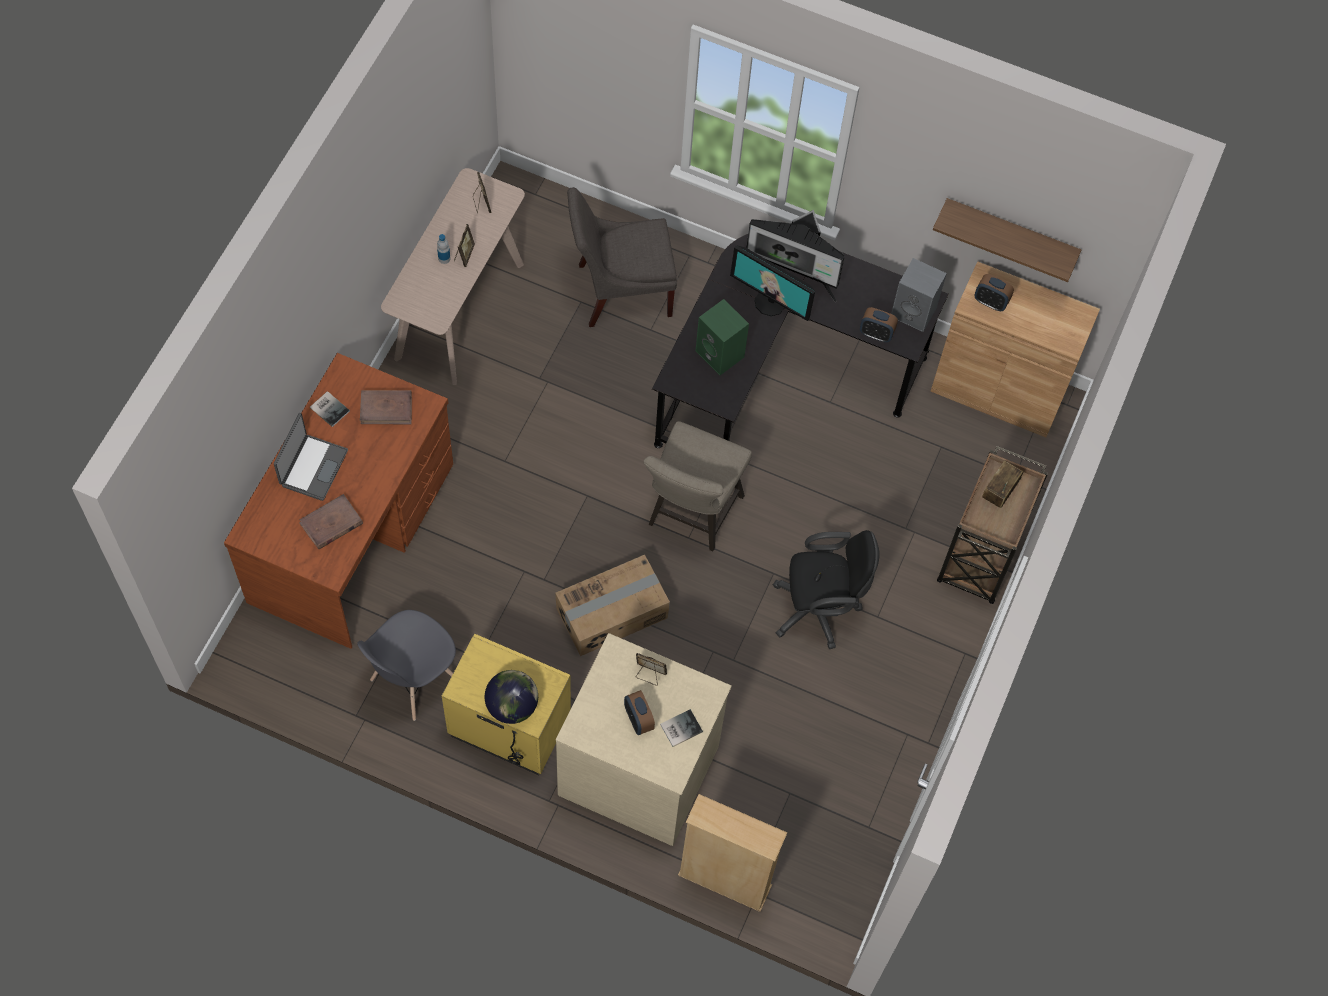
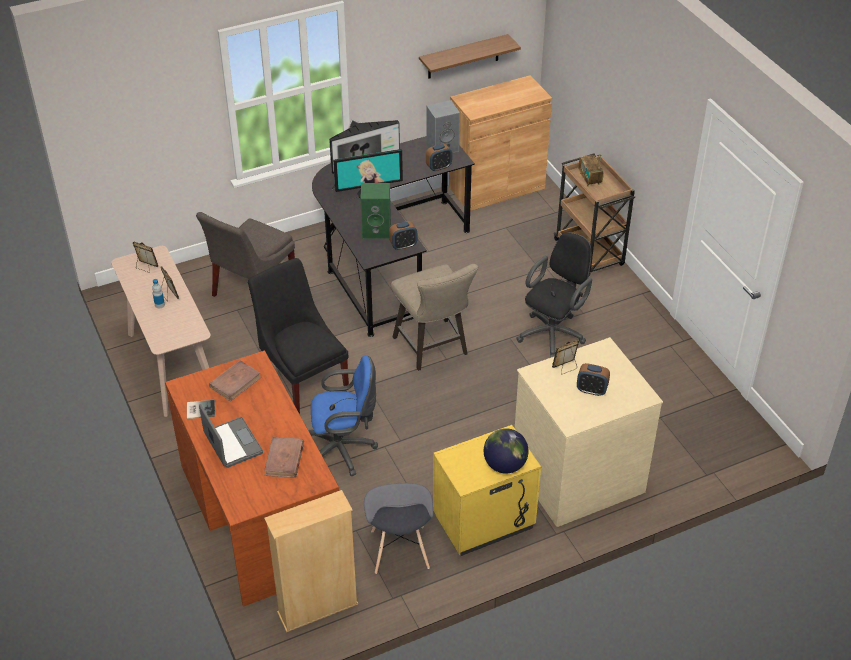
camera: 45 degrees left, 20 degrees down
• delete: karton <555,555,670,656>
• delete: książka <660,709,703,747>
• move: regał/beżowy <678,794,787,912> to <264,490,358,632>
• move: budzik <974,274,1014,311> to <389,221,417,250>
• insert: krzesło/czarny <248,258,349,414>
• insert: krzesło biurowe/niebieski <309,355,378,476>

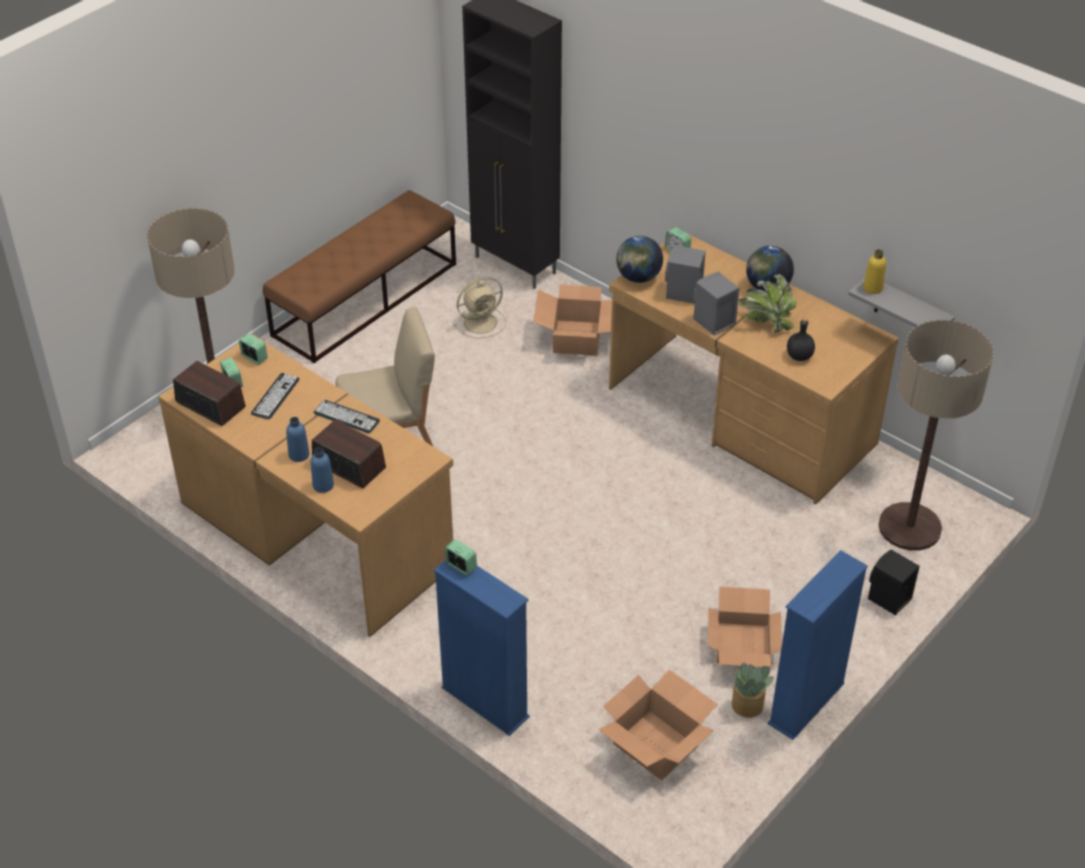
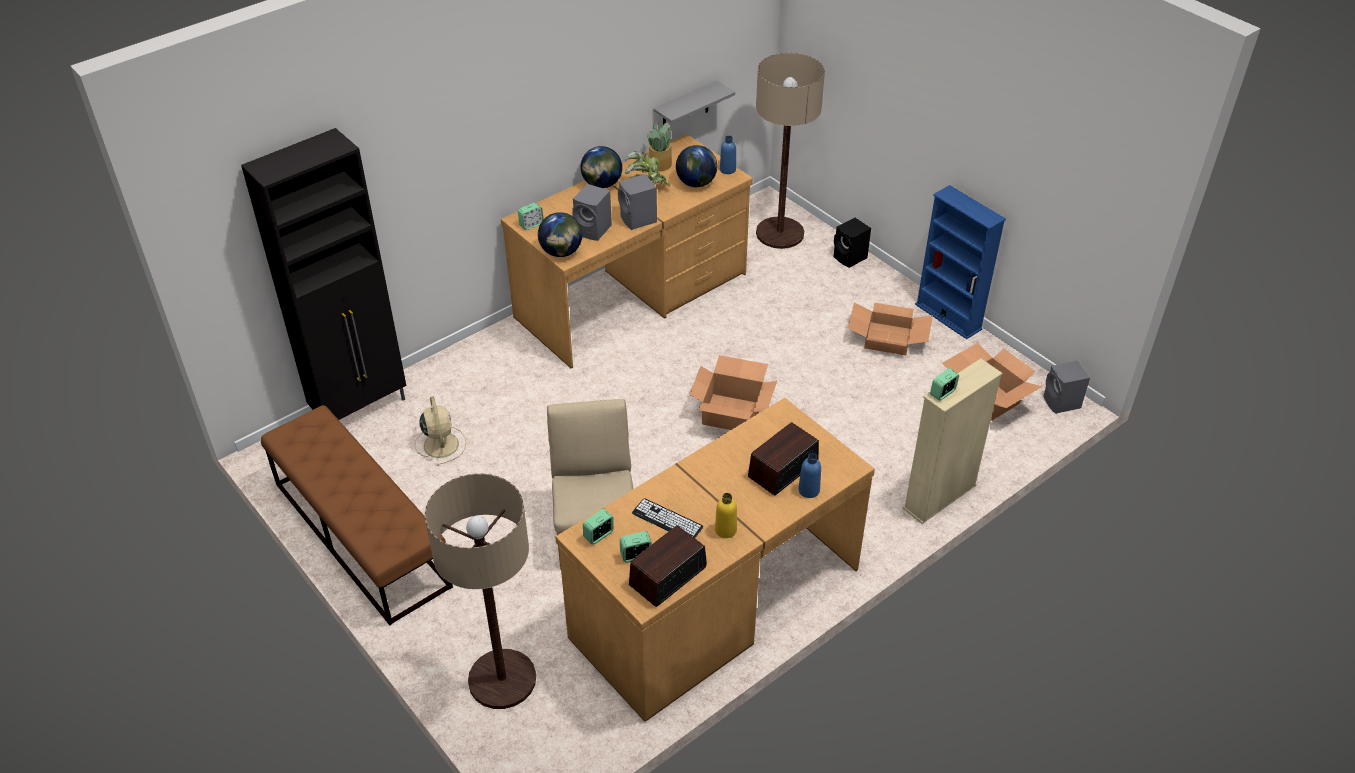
camera: 80 degrees left, 0 degrees up
• move: butelka/niebieski <286,417,310,462> to <720,135,736,174>
• delete: klawiatura <313,400,380,434>
• recolor: regał/niebieski <434,560,530,736> to regał/beżowy <902,358,1003,524>
• move: karton <533,285,612,356> to <689,355,777,430>
• move: roślina doniczkowa <732,663,774,717> to <647,123,672,171>
• replace: butelka/czarny <787,318,815,361> to globus <676,145,717,187>
• move: butelka/żółty <863,249,886,294> to <715,493,737,538>
• insert: głośnik/szary <1043,361,1090,414>

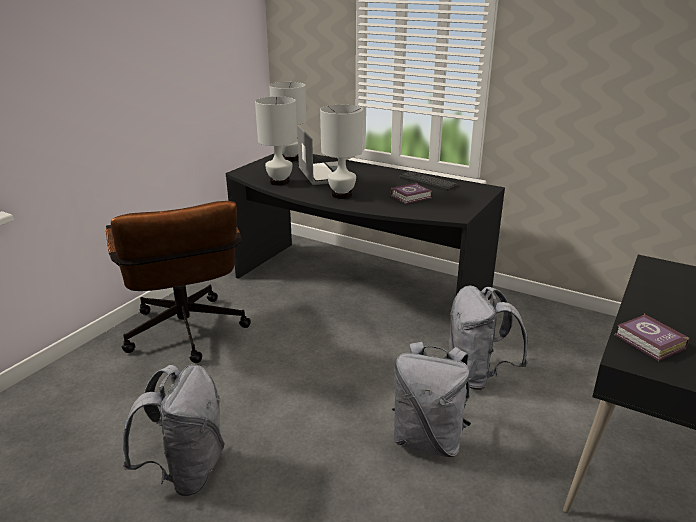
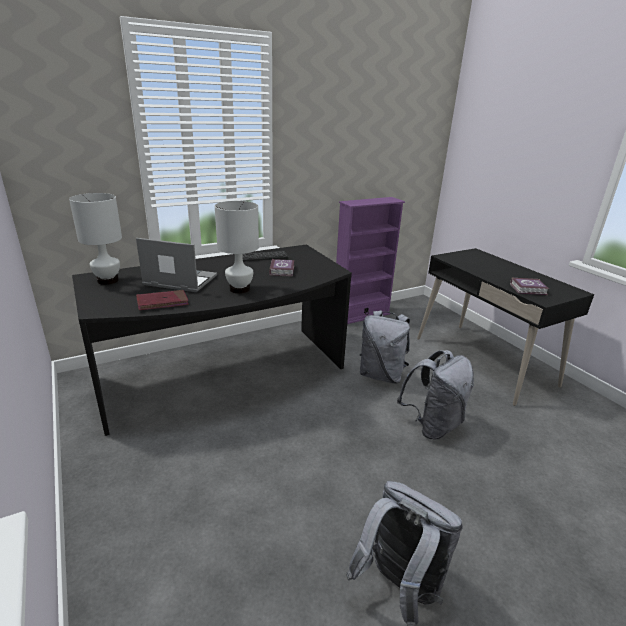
camera: 60 degrees left, 0 degrees up
• delete: krzesło biurowe/brązowy <106,201,251,363>
• replace: lampa stołowa/biały <255,96,297,186> to książka/czerwony <136,290,189,310>
• insert: regał/fioletowy <336,197,405,324>

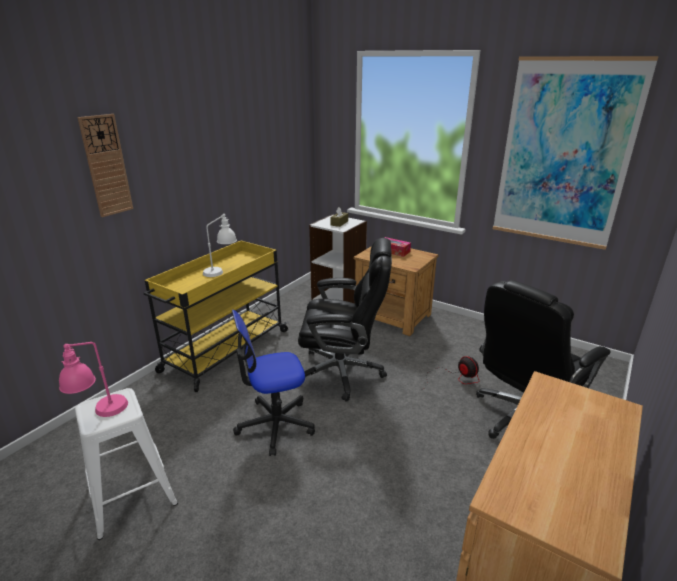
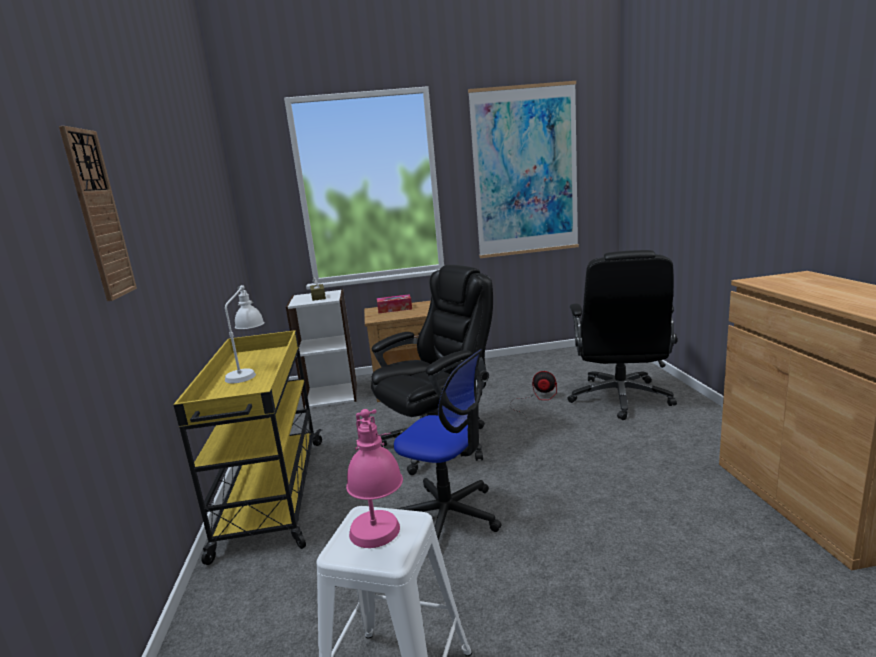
camera: 40 degrees left, 10 degrees down
• rotate: krzesło biurowe <232,310,315,456> = <394,349,502,540> 90 degrees counterclockwise

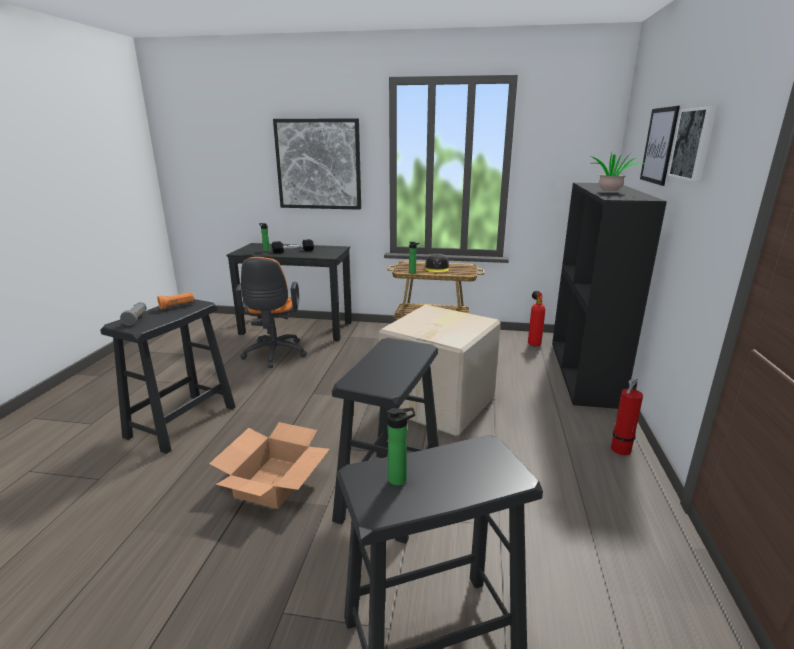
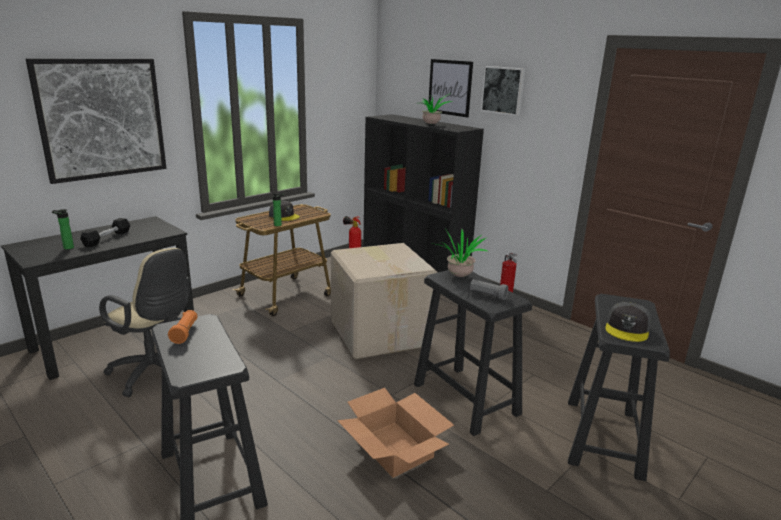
camera: 55 degrees left, 0 degrees up
• move: latarka/szary <120,302,147,326> to <470,279,508,300>
• recolor: krzesło biurowe/pomarańczowy <235,257,307,368> to krzesło biurowe/beżowy <99,248,190,397>
• replace: butelka <387,407,415,485> to czapka z daszkiem/szary <605,302,651,342>
• insert: roślina doniczkowa <430,229,487,277>

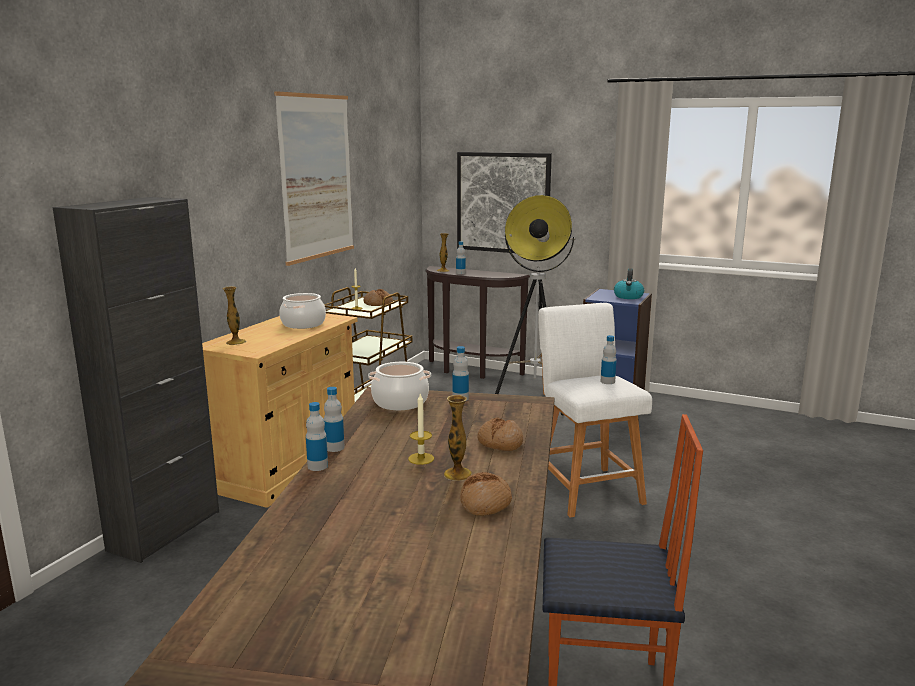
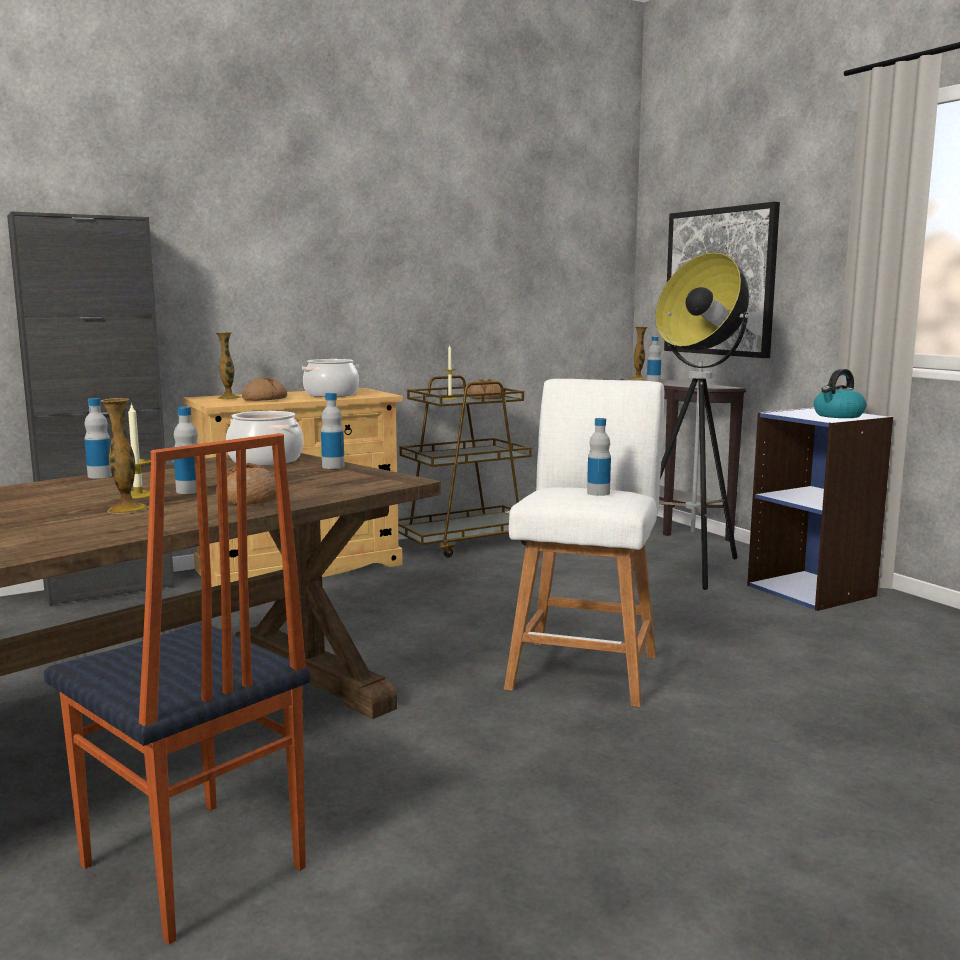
camera: 35 degrees right, 5 degrees down
• delete: obraz <274,91,354,266>
• move: butelka <306,402,328,471> to <174,407,198,494>
• move: chleb <460,472,512,516> to <242,378,287,401>

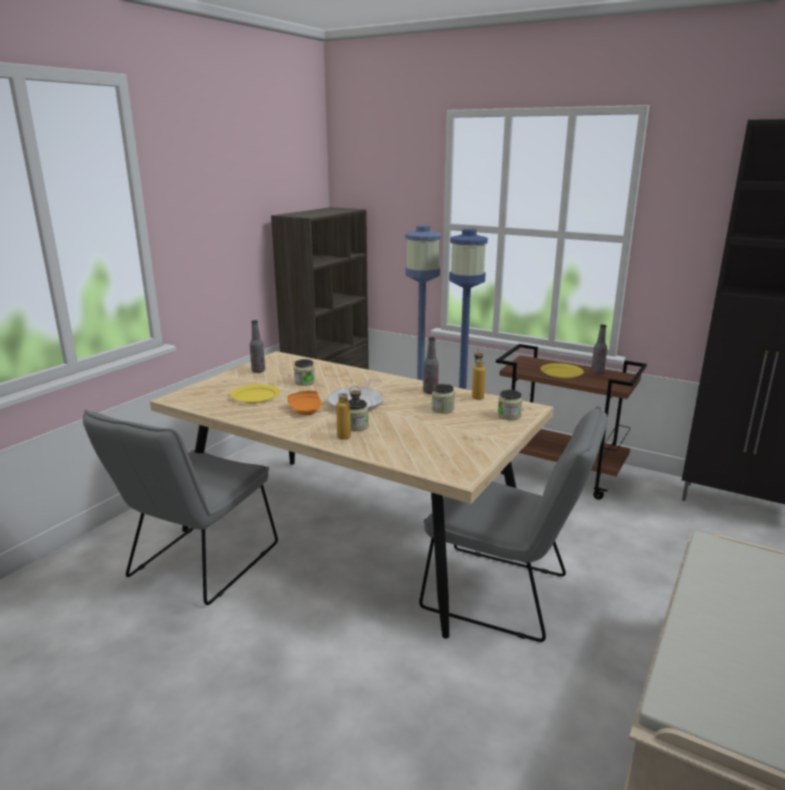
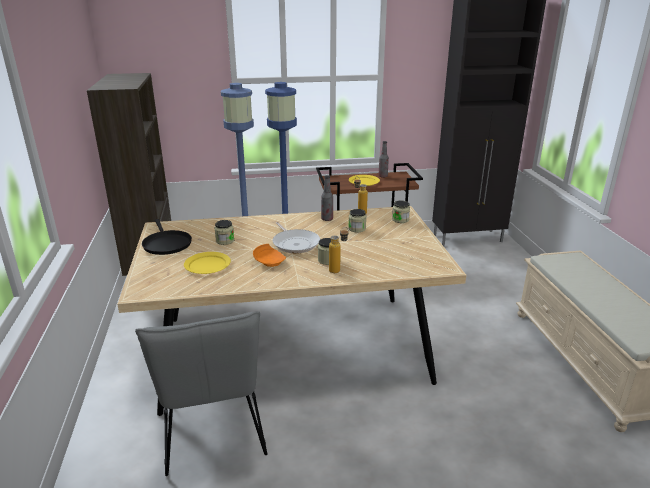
camera: 40 degrees left, 5 degrees up
• replace: butelka <250,320,265,373> to patelnia/czarny <142,219,192,255>
• delete: krzesło/szary <419,406,608,642>

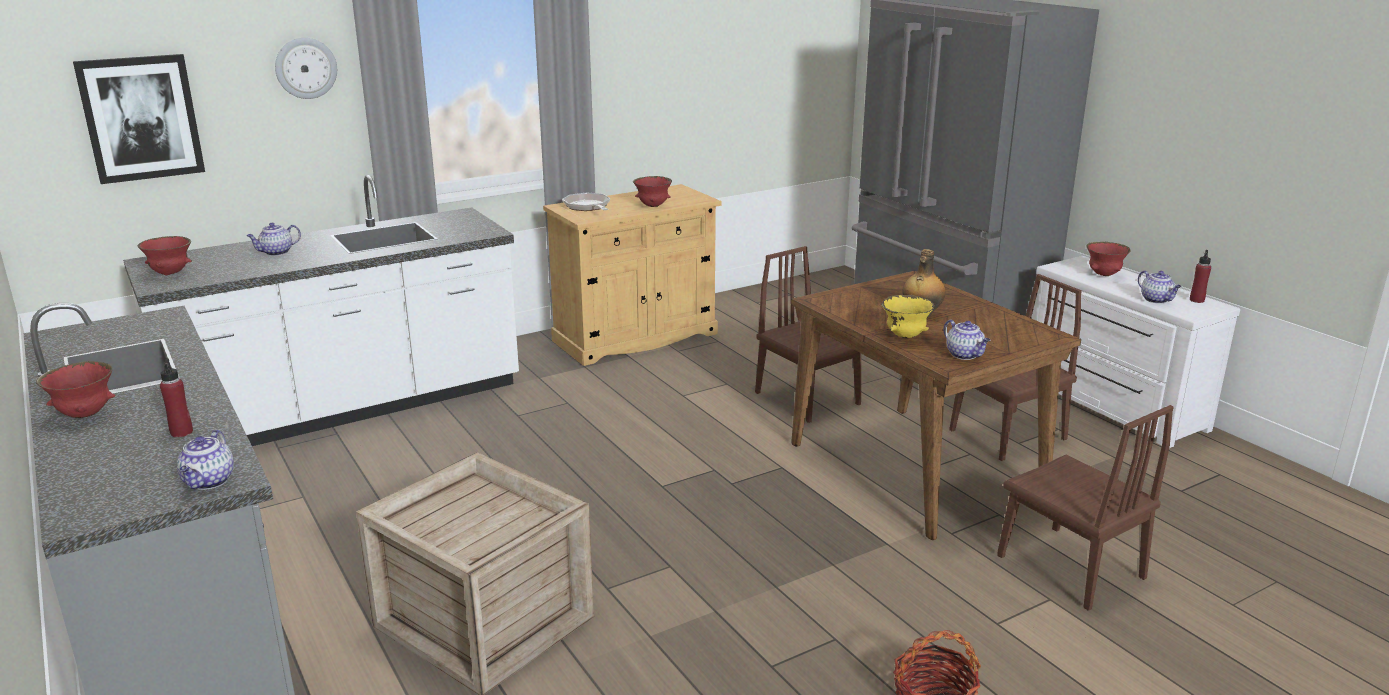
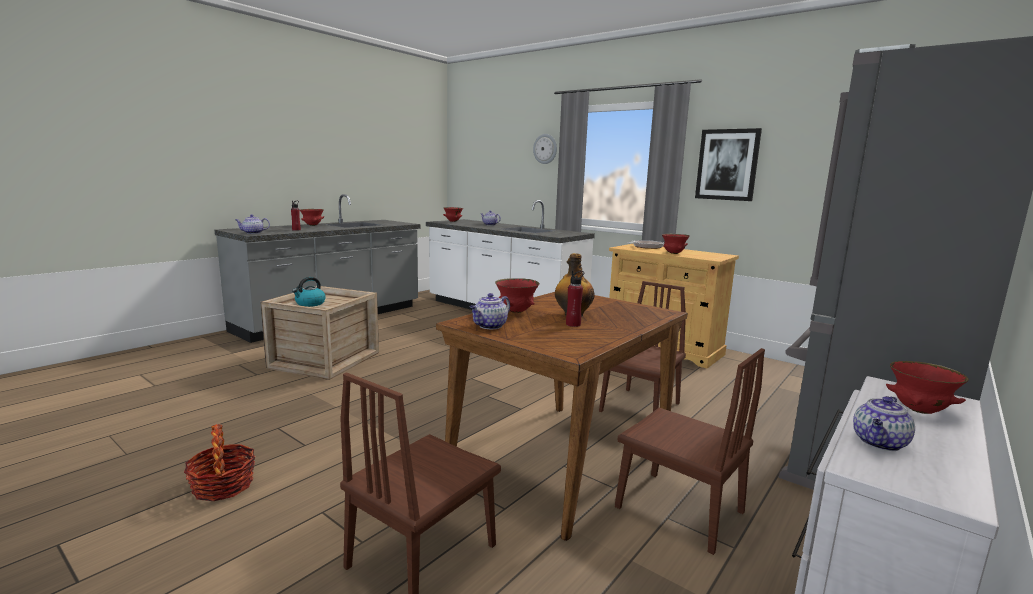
camera: 70 degrees right, 10 degrees down
• move: obraz <73,54,205,184> to <695,128,762,201>
• recolor: miska/żółty <881,295,935,338> to miska/czerwony <495,278,539,313>
• move: butelka/czerwony <1190,250,1211,303> to <566,271,584,327>
• insert: czajnik <292,277,326,307>

